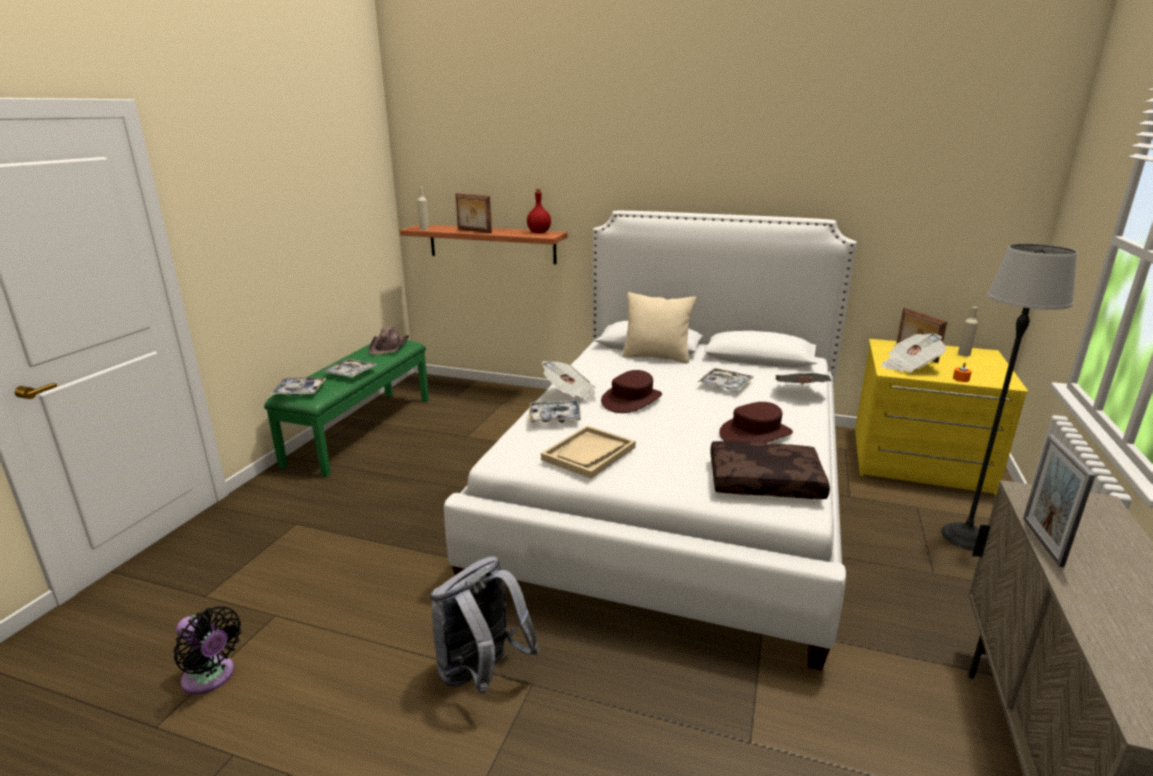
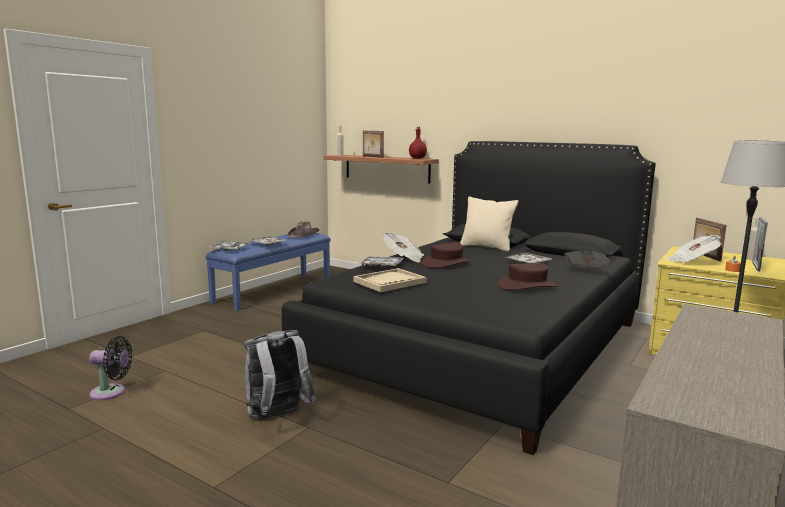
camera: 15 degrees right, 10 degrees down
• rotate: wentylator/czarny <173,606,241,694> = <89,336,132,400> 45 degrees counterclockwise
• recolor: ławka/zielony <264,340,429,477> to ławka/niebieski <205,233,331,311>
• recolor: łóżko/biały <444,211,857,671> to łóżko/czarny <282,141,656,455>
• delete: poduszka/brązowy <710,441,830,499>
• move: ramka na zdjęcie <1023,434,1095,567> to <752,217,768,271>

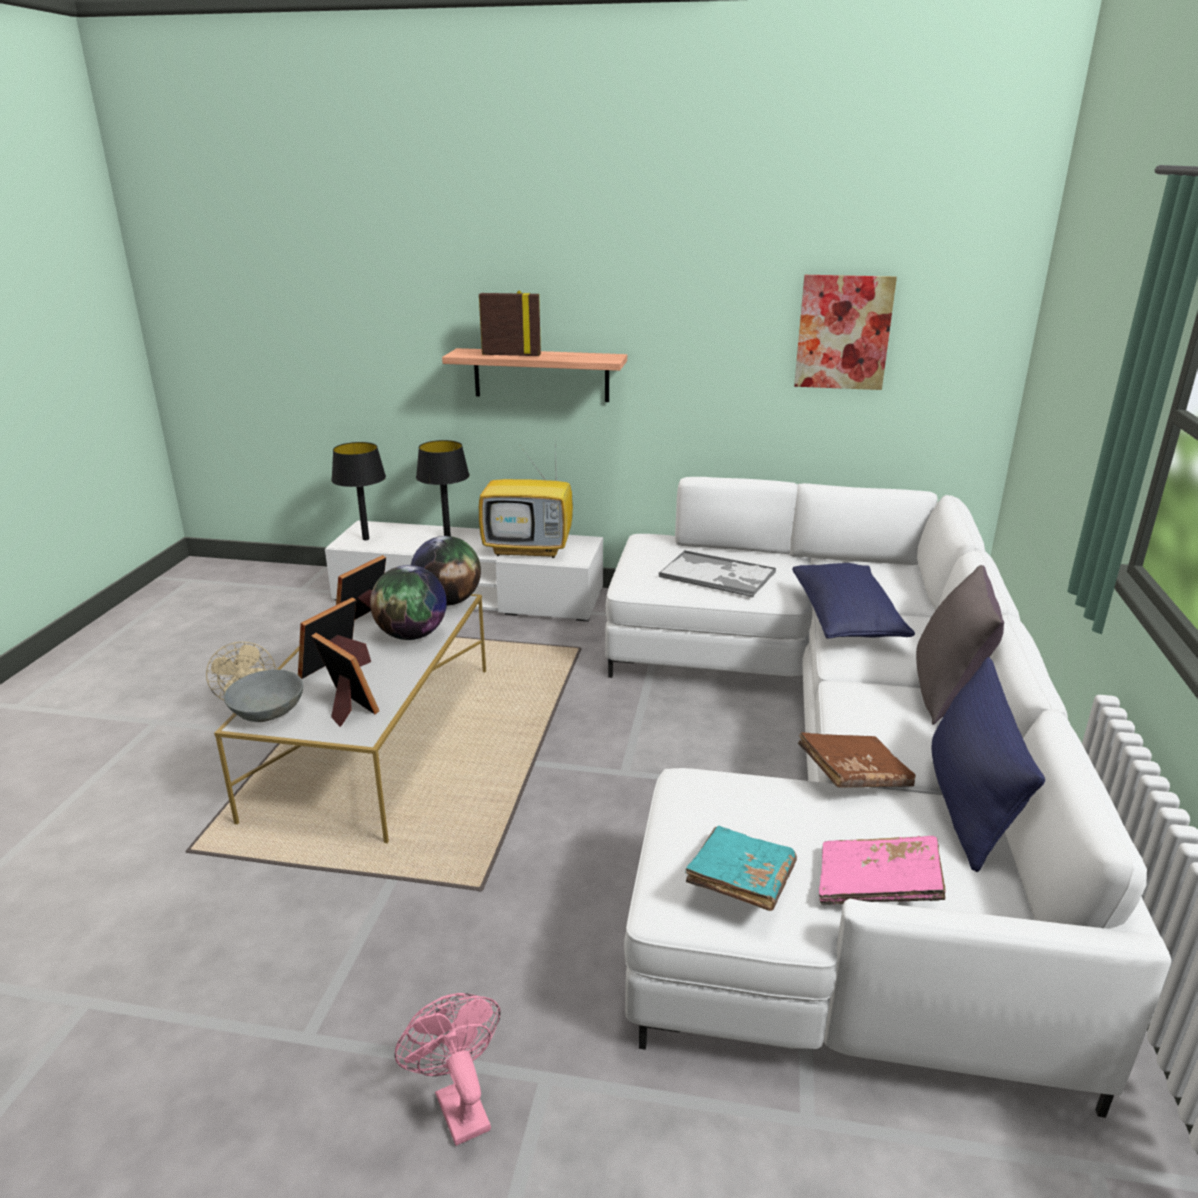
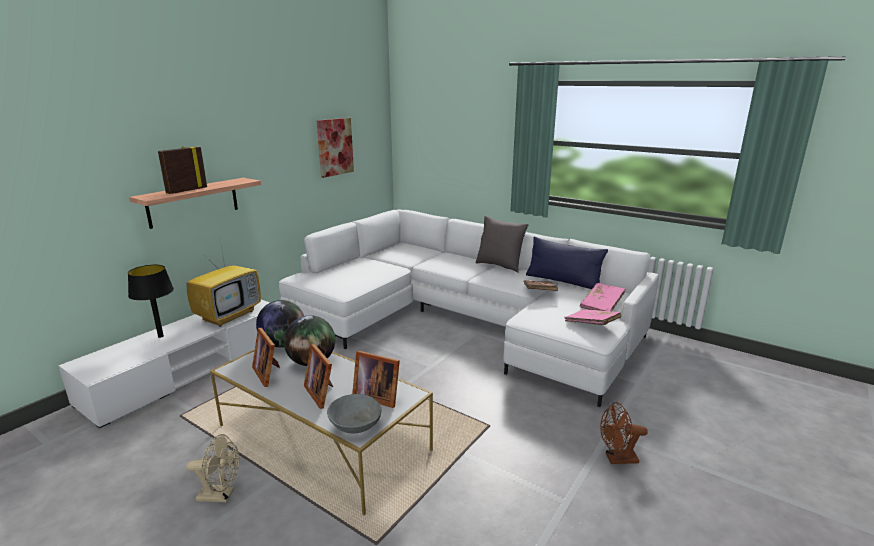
camera: 65 degrees left, 5 degrees down
• rotate: ramka na zdjęcie <312,633,380,727> = <352,351,400,408> 135 degrees counterclockwise
• delete: lampa stołowa/czarny <331,442,386,540>
• recolor: wentylator/różowy <394,993,501,1146> to wentylator/brązowy <600,402,648,464>
• delete: taca <659,550,776,597>
• recolor: książka/turkusowy <685,825,797,911> to książka/różowy <565,309,621,325>
• delete: poduszka/niebieski <792,563,915,638>

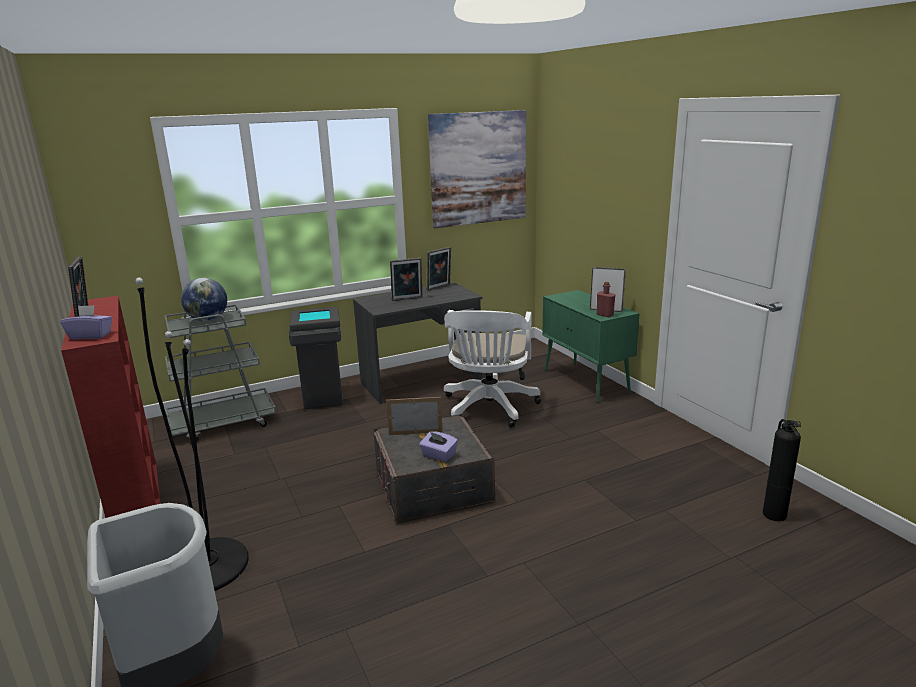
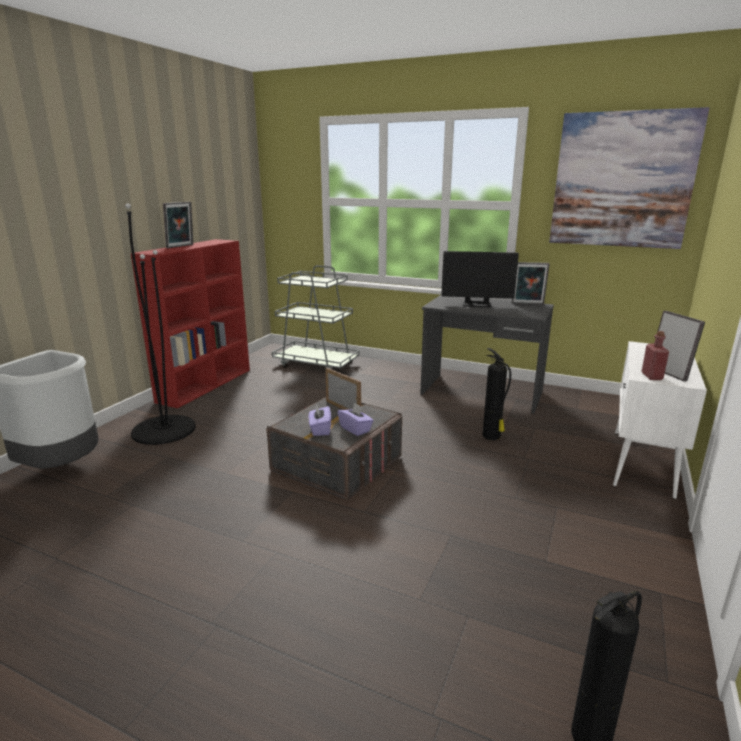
camera: 50 degrees right, 0 degrees up
• move: pudełko chusteczek/fioletowy <60,305,112,340> to <337,402,374,436>
• delete: globus <181,278,227,321>
• delete: kosz na śmieci/szary <289,307,343,409>
• replace: ramka na zdjęcie <390,258,422,301> to monitor <441,251,519,307>
• replace: krzesło biurowe/biały <444,310,541,428> to gaśnica <483,348,511,440>
• recolor: szafka/zielony <542,290,640,403> to szafka/biały <613,341,707,499>

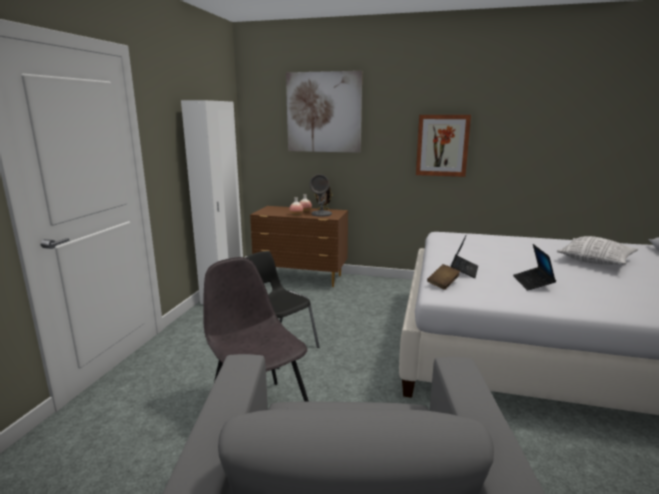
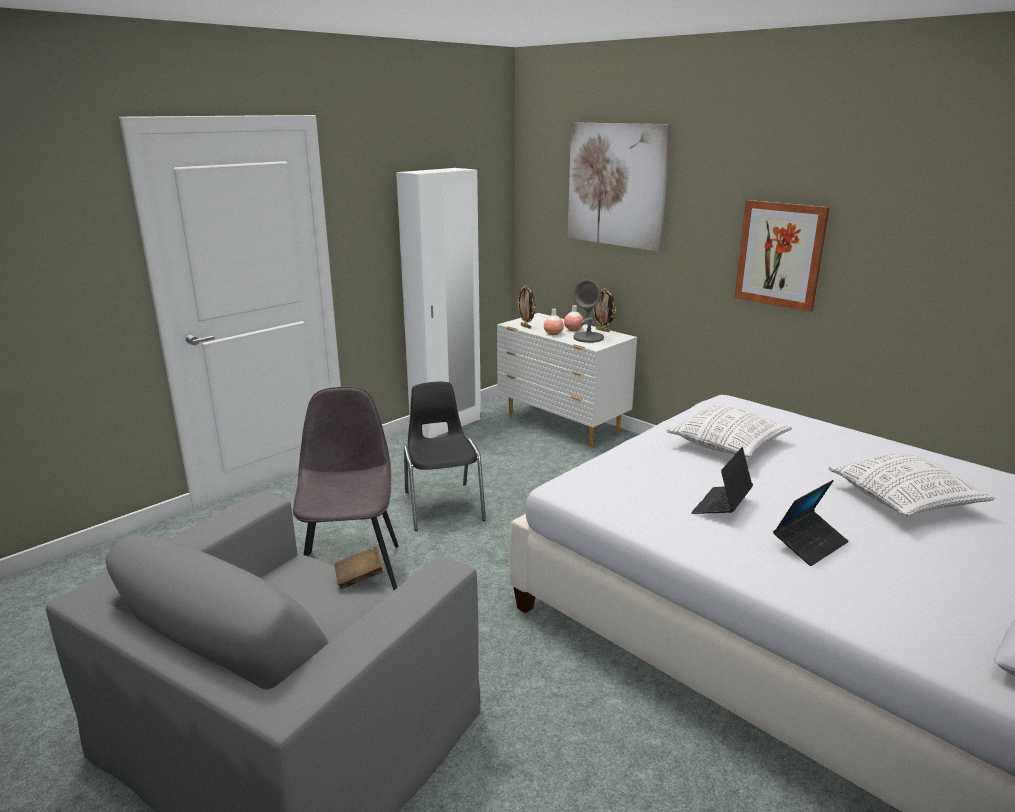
camera: 30 degrees right, 5 degrees up
• recolor: komoda/brązowy <250,206,348,287> to komoda/biały <497,313,637,447>
• move: książka/brązowy <427,264,460,290> to <334,546,384,589>
• move: laptop <451,234,478,278> to <773,480,849,566>
• insert: ramka na zdjęcie <517,285,535,329>
• insert: poduszka <666,405,792,457>

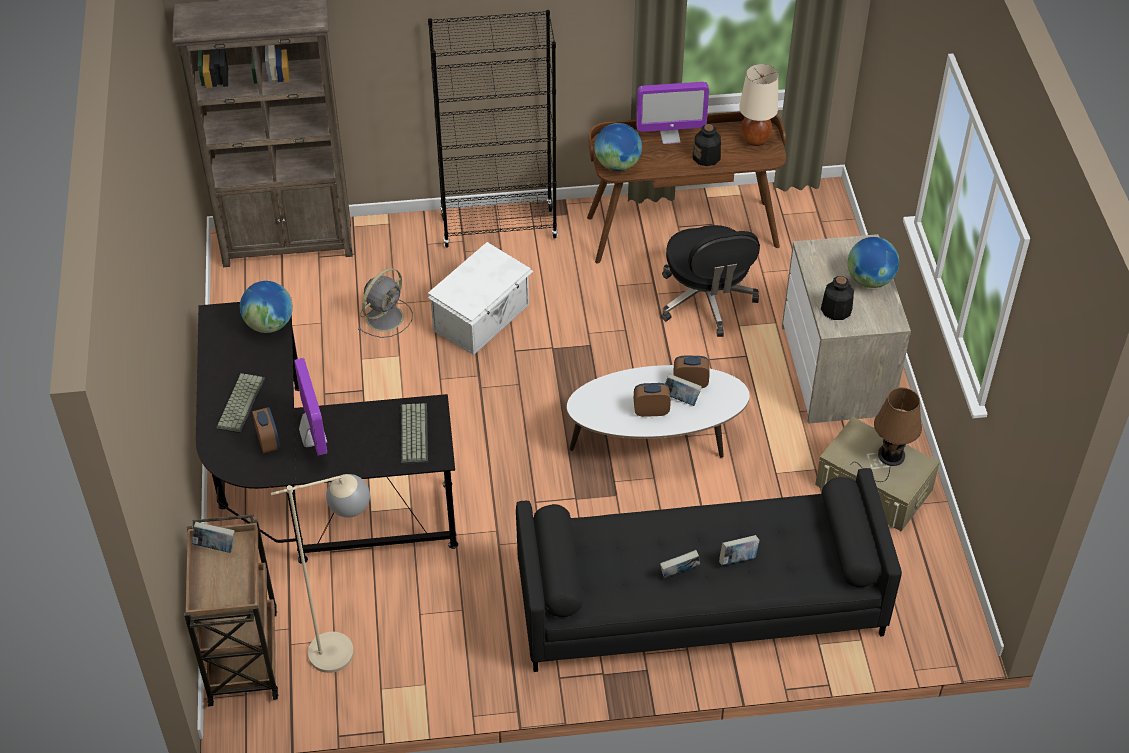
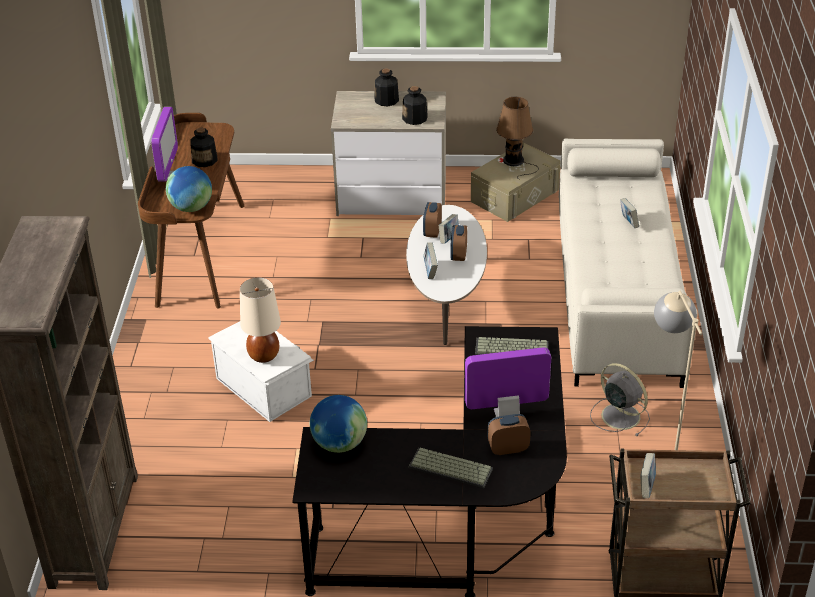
camera: 80 degrees left, 10 degrees down
• move: wentylator/szary <357,268,413,338> to <590,363,650,436>
• delete: regał/czarny <428,10,558,248>
• recolor: kanapa/czarny <516,468,902,672> to kanapa/beżowy <559,139,697,388>
• move: książka <660,550,700,578> to <423,242,438,279>
• delete: krzesło biurowe/czarny <662,225,760,337>
• move: lampa stołowa/beżowy <739,64,778,146> to <240,278,281,363>
• replace: globus <848,237,899,288> to butelka <374,68,399,106>

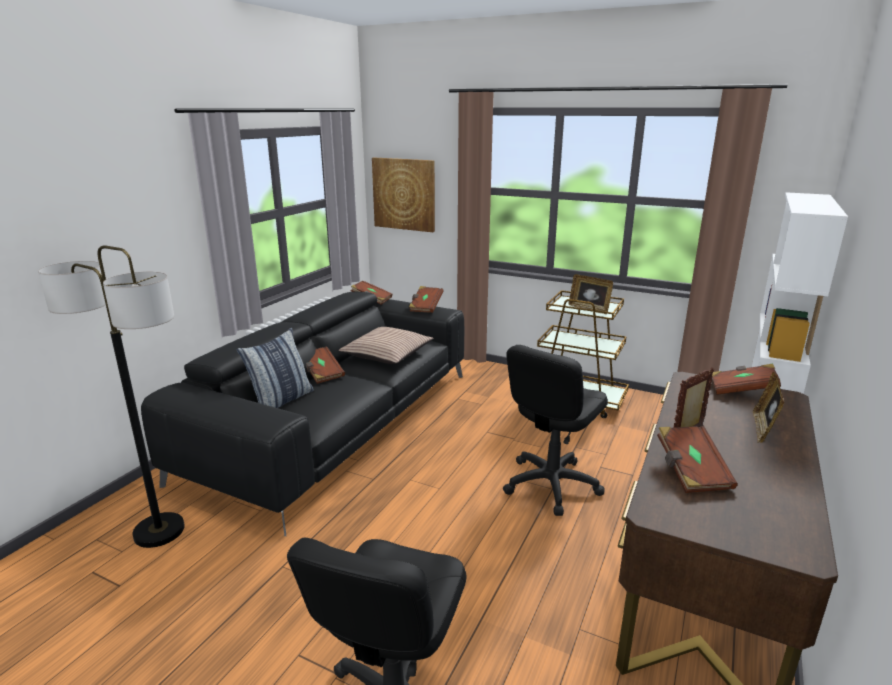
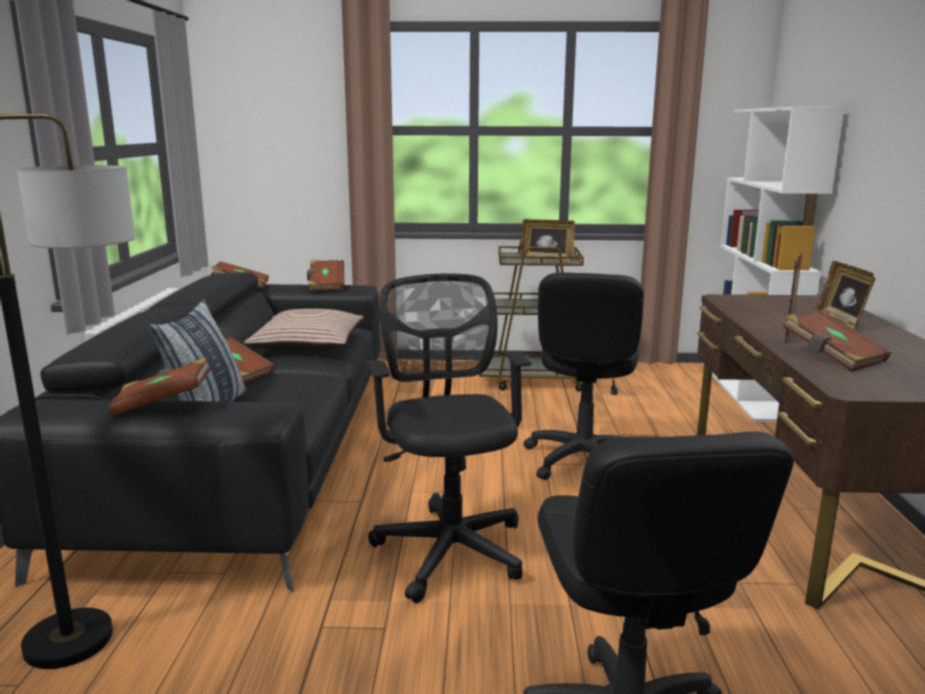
camera: 25 degrees left, 5 degrees down
• delete: obraz <372,157,435,232>
• move: książka/brązowy <712,364,781,395> to <108,358,211,415>
• insert: krzesło biurowe/czarny <366,273,531,603>

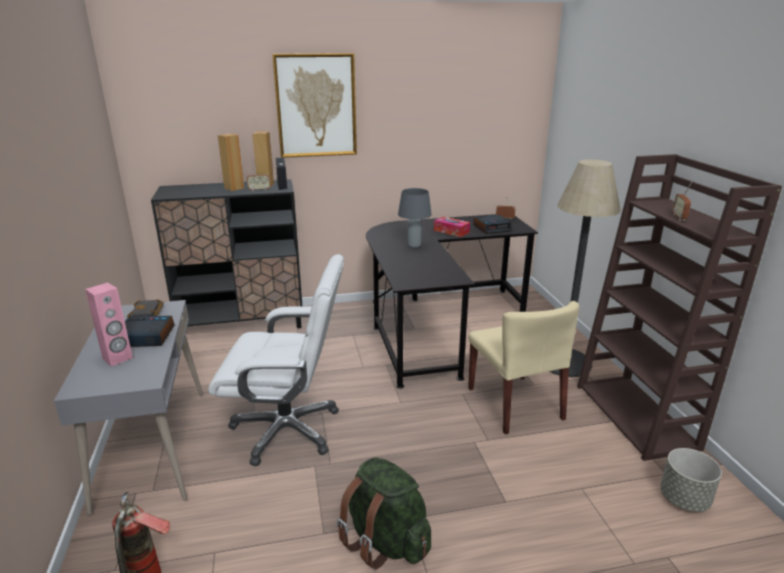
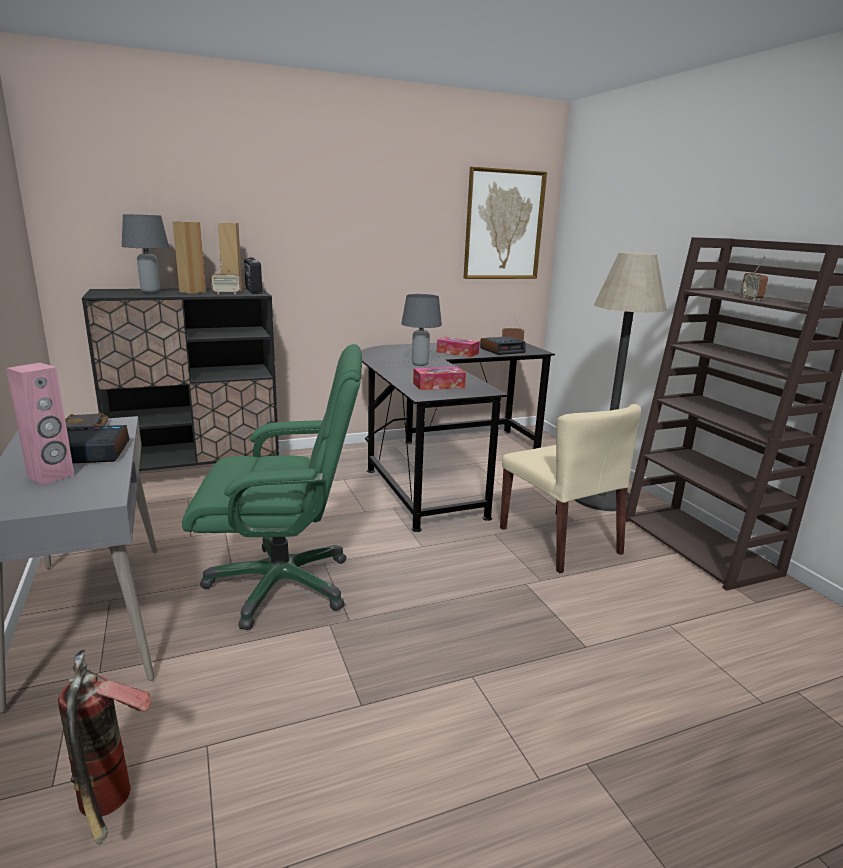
camera: 10 degrees left, 5 degrees down
• recolor: krzesło biurowe/biały <208,254,344,466> to krzesło biurowe/zielony <182,344,362,630>
• move: obraz <272,53,357,158> to <464,167,547,279>
• delete: plecak/zielony <337,457,431,569>
• delete: donica/szary <660,448,722,512>
• insert: lampa stołowa/szary <122,214,169,293>
• insert: pudełko chusteczek <413,367,466,390>

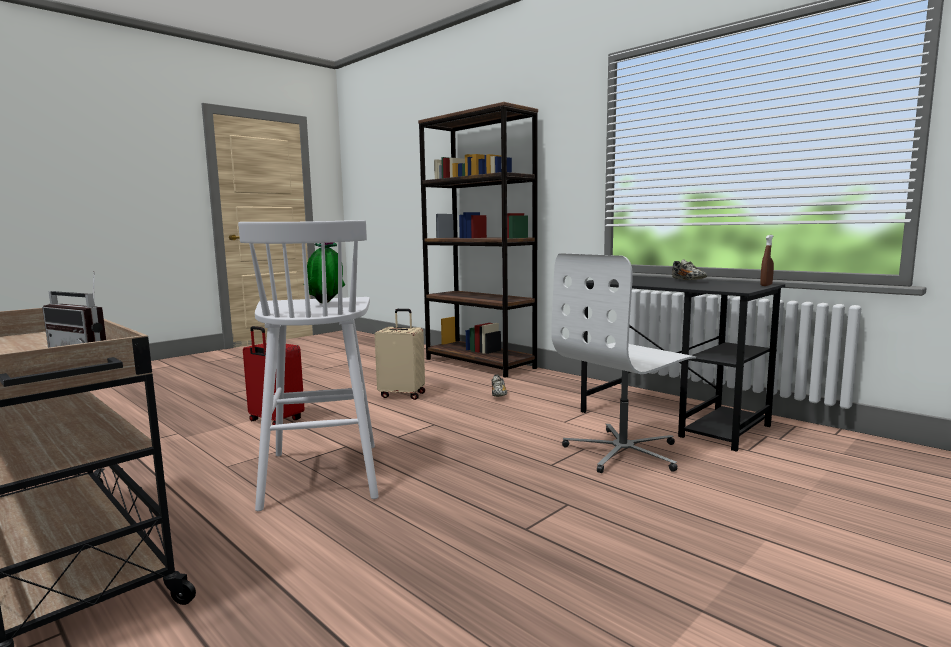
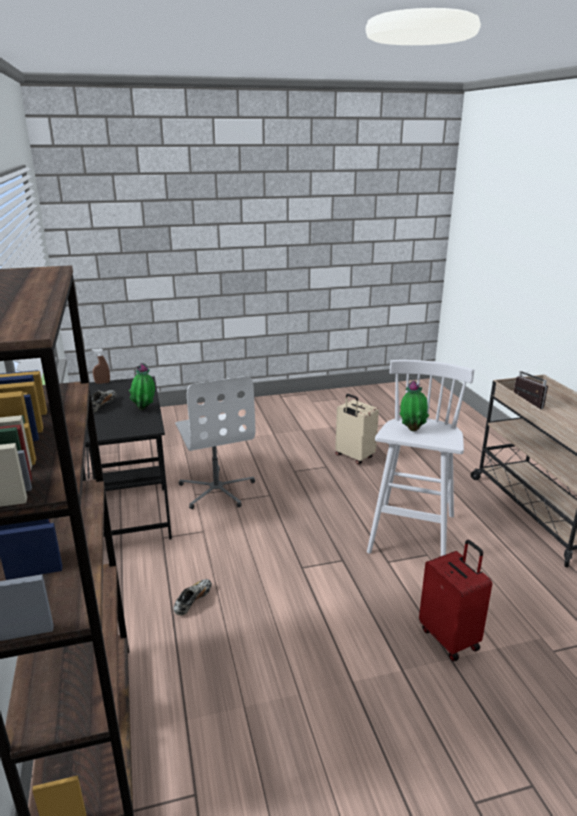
camera: 150 degrees left, 15 degrees up
• move: walizka/beżowy <375,309,425,400> to <335,394,379,464>
• rotate: krzesło biurowe/biały <551,253,696,473> = <175,376,255,509> 75 degrees clockwise
• insert: roślina doniczkowa <129,363,155,410>

